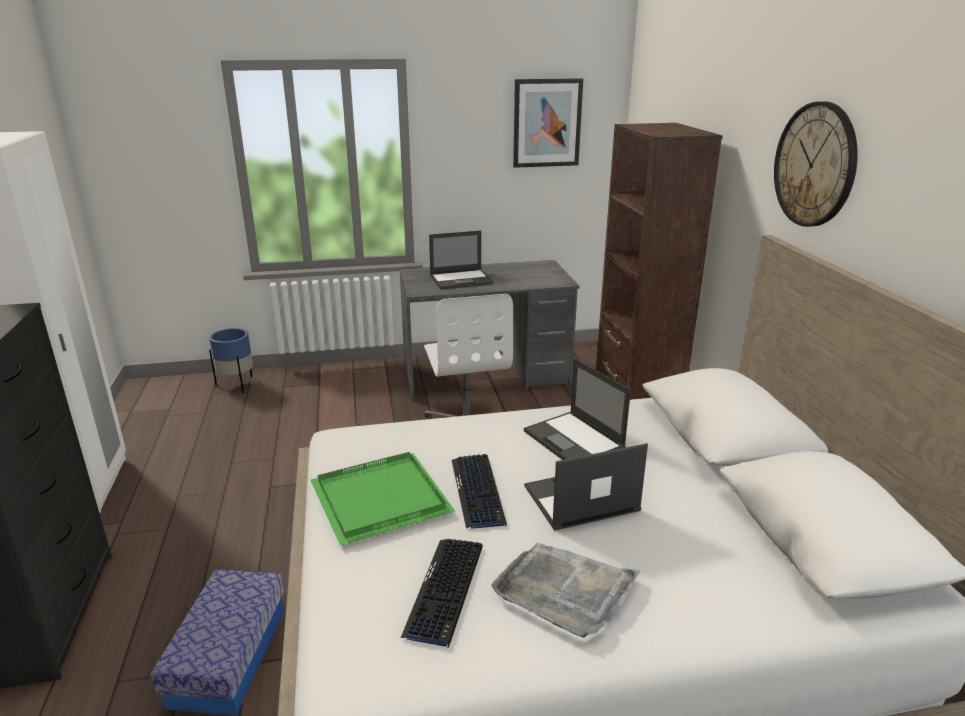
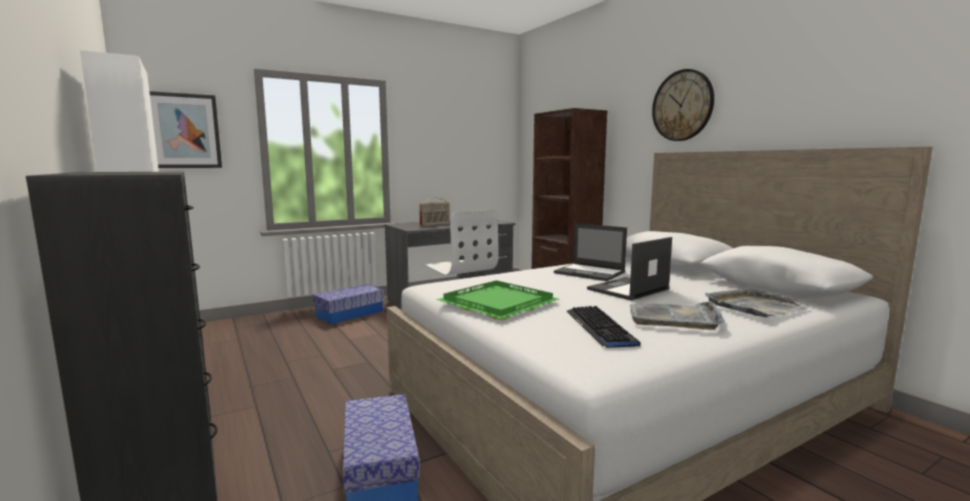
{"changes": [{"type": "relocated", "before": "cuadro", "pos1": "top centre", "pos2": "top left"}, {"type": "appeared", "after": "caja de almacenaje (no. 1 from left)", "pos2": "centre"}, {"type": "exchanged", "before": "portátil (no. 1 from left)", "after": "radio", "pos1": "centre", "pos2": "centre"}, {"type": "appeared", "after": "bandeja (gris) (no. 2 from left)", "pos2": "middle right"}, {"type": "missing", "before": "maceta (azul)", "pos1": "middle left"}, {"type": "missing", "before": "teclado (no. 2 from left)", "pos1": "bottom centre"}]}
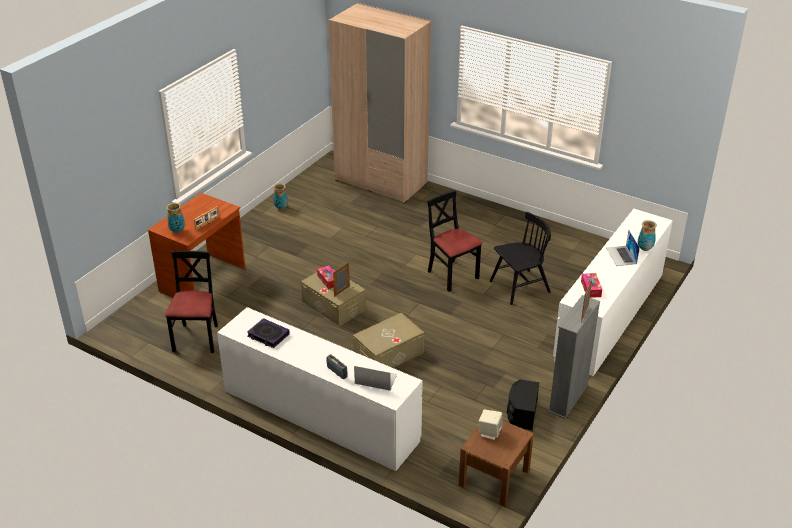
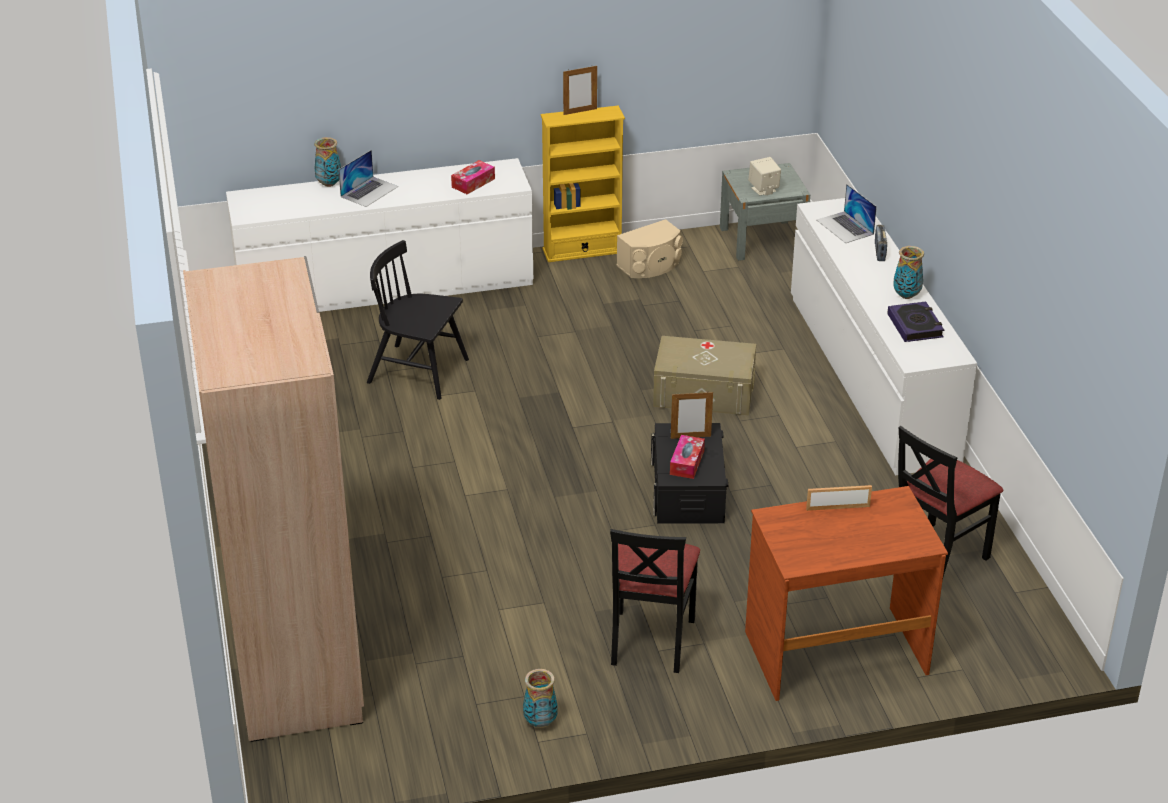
{"changes": [{"type": "colour", "before": "estantería (gris)", "after": "estantería (amarillo)", "pos1": "bottom right", "pos2": "top centre"}, {"type": "relocated", "before": "silla (negro) (no. 2 from left)", "pos1": "centre", "pos2": "bottom centre"}, {"type": "colour", "before": "altavoz (negro)", "after": "altavoz (beis) (no. 1 from left)", "pos1": "bottom centre", "pos2": "top centre"}, {"type": "colour", "before": "caja de almacenaje (beis) (no. 1 from left)", "after": "caja de almacenaje (negro)", "pos1": "centre", "pos2": "centre"}, {"type": "colour", "before": "mesita de noche (marrón)", "after": "mesita de noche (gris)", "pos1": "bottom centre", "pos2": "top centre"}, {"type": "relocated", "before": "florero (no. 1 from left in the first image)", "after": "florero (no. 3 from left)", "pos1": "middle left", "pos2": "middle right"}]}
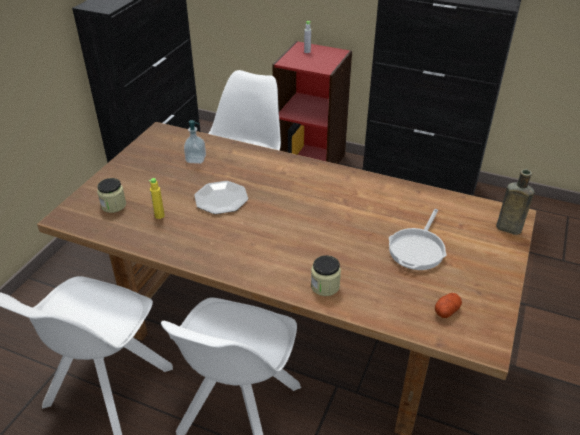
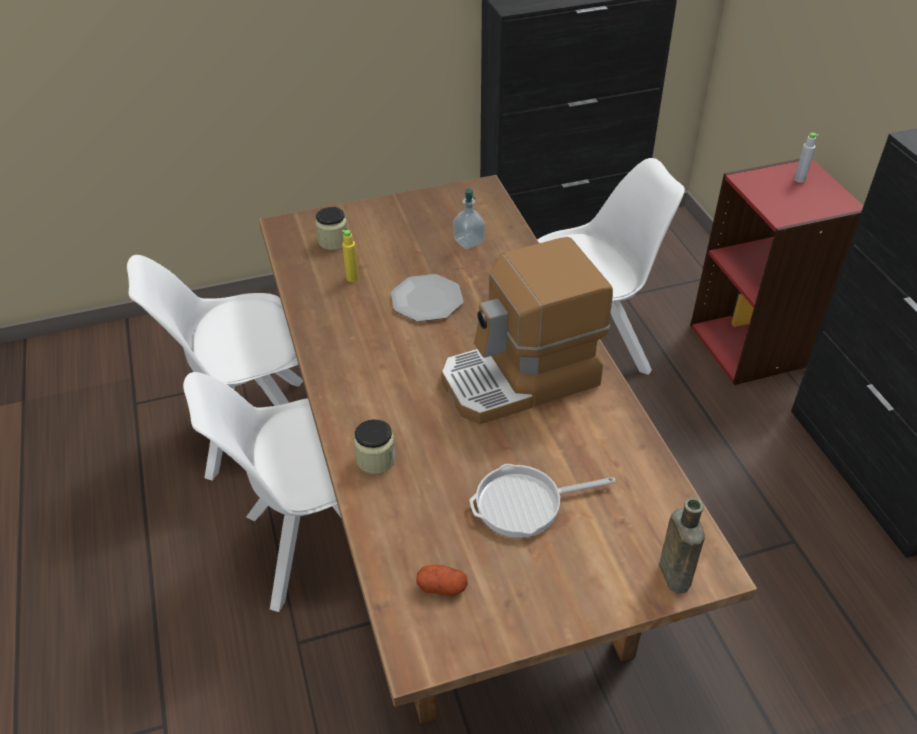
{"changes": [{"type": "appeared", "after": "cafetera", "pos2": "centre"}]}
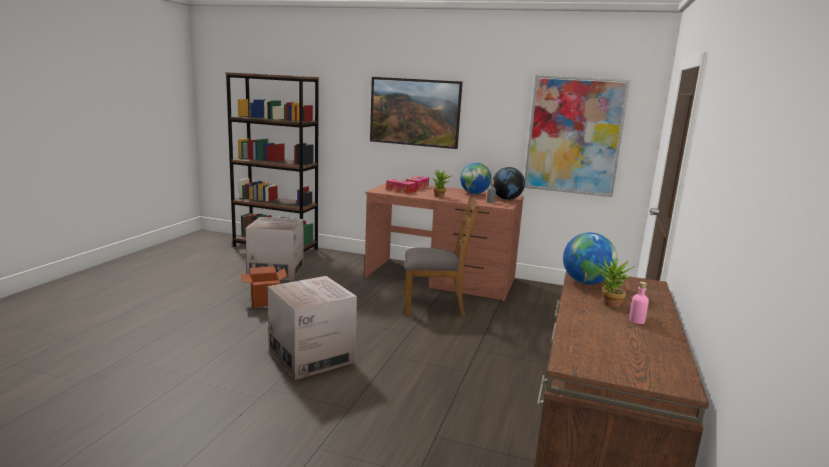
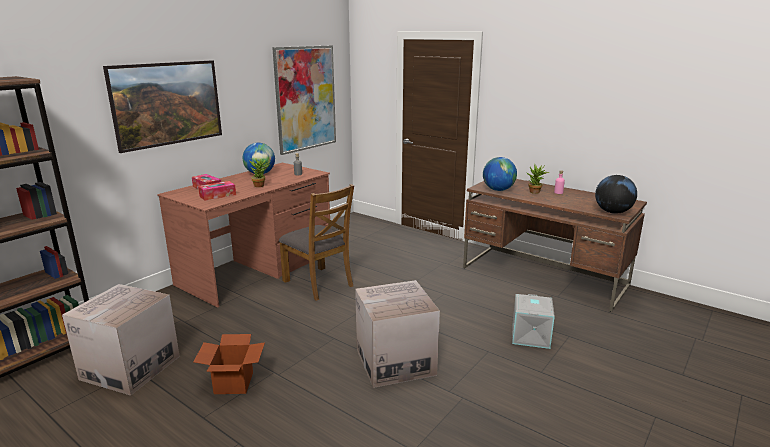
{"changes": [{"type": "spun", "before": "silla (marrón)", "pos1": "centre", "pos2": "centre", "turn": 120}, {"type": "appeared", "after": "caja de almacenaje (gris)", "pos2": "bottom right"}, {"type": "relocated", "before": "globo terráqueo (no. 2 from left in the first image)", "after": "globo terráqueo (no. 3 from left)", "pos1": "centre", "pos2": "middle right"}]}
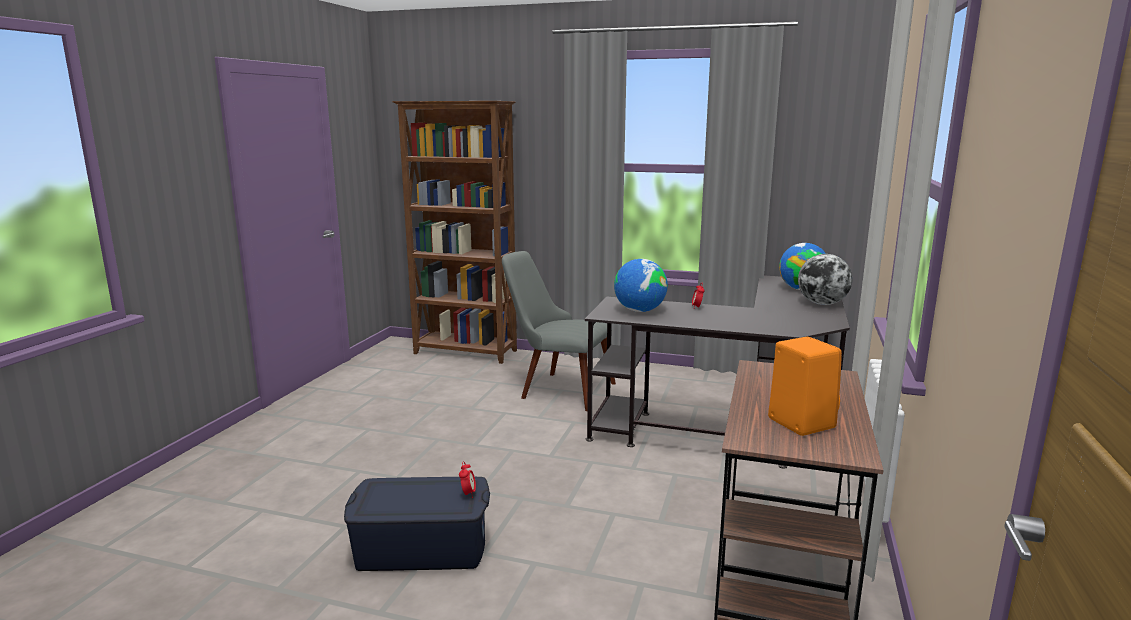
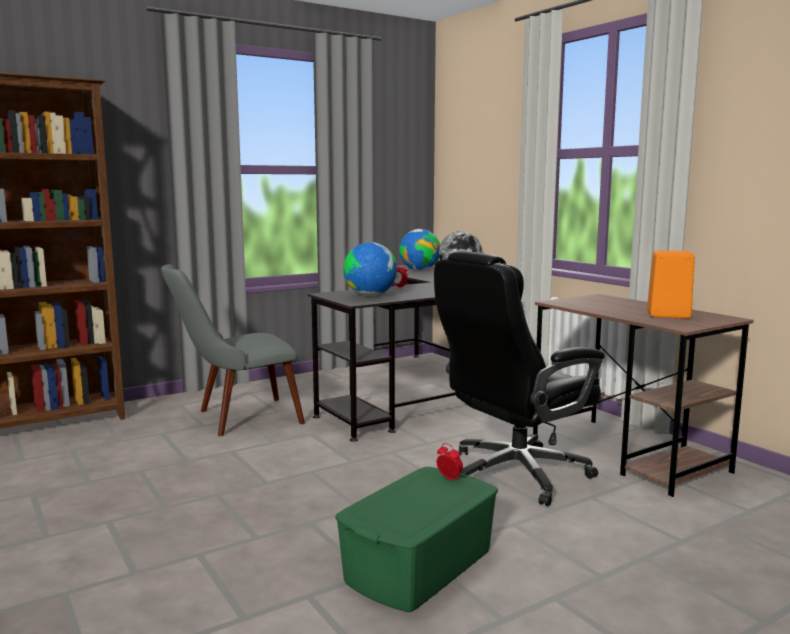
{"changes": [{"type": "colour", "before": "caja de almacenaje (azul)", "after": "caja de almacenaje (verde)", "pos1": "bottom centre", "pos2": "bottom centre"}, {"type": "appeared", "after": "silla de oficina (negro)", "pos2": "centre"}]}
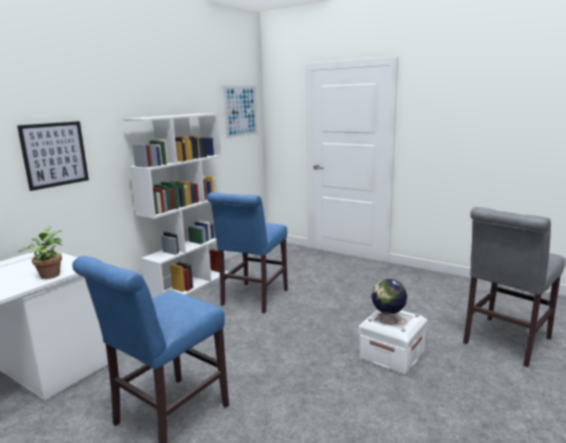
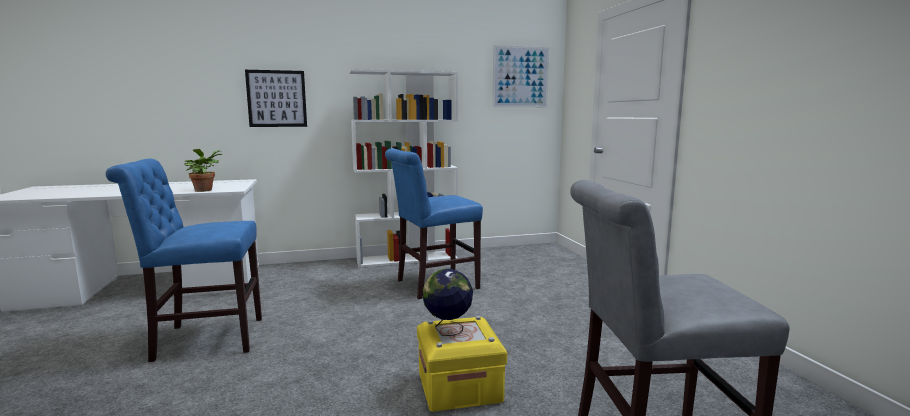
{"changes": [{"type": "colour", "before": "caja de almacenaje (blanco)", "after": "caja de almacenaje (amarillo)", "pos1": "bottom right", "pos2": "bottom centre"}]}
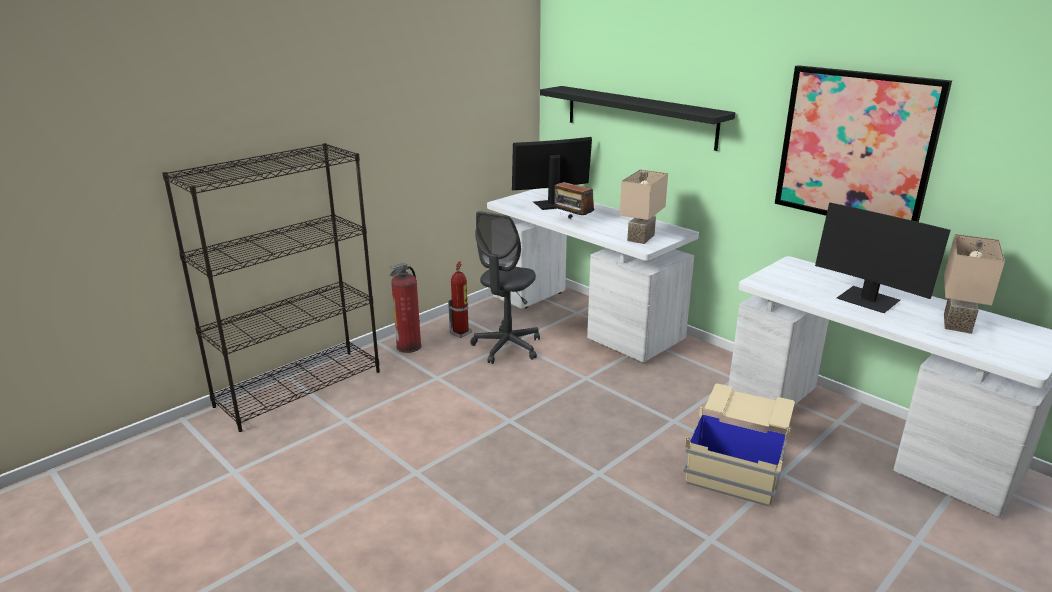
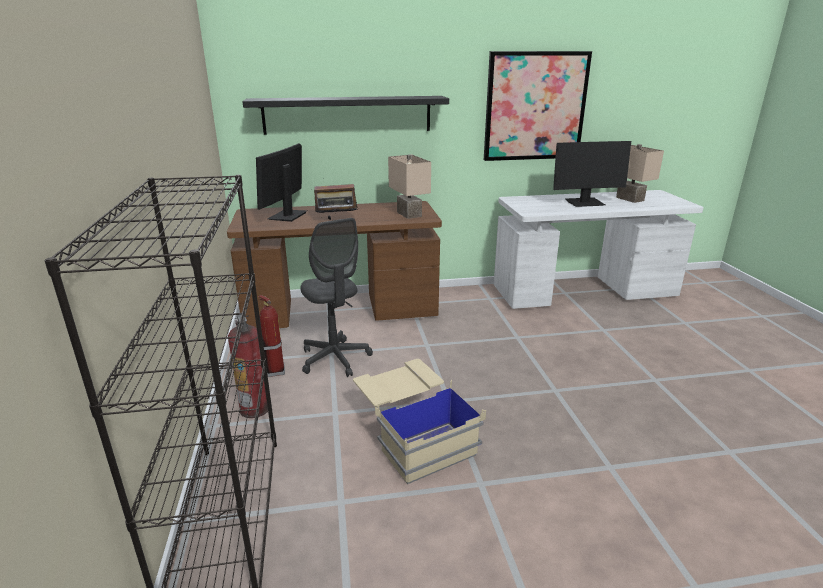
{"changes": [{"type": "colour", "before": "escritorio (blanco) (no. 1 from left)", "after": "escritorio (marrón)", "pos1": "centre", "pos2": "centre"}, {"type": "relocated", "before": "caja de almacenaje (beis)", "pos1": "bottom right", "pos2": "bottom centre"}]}
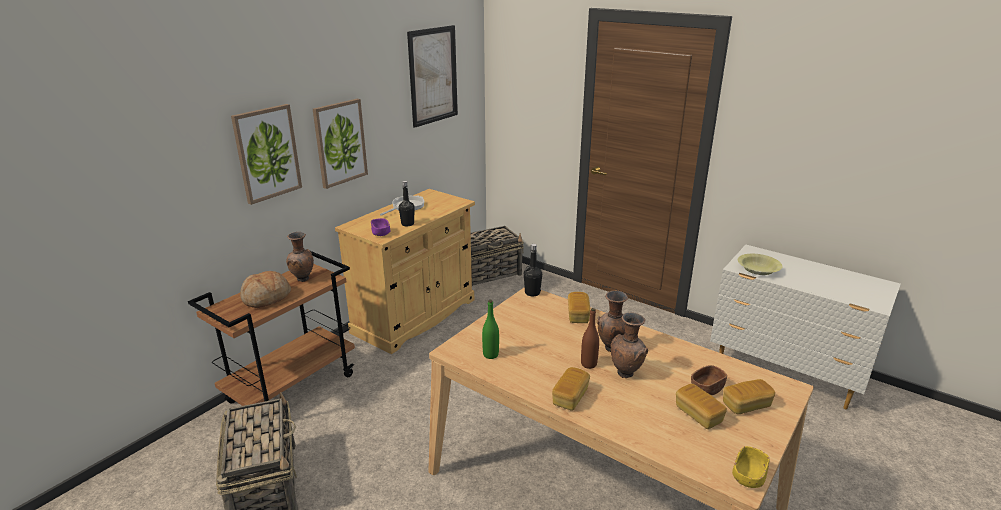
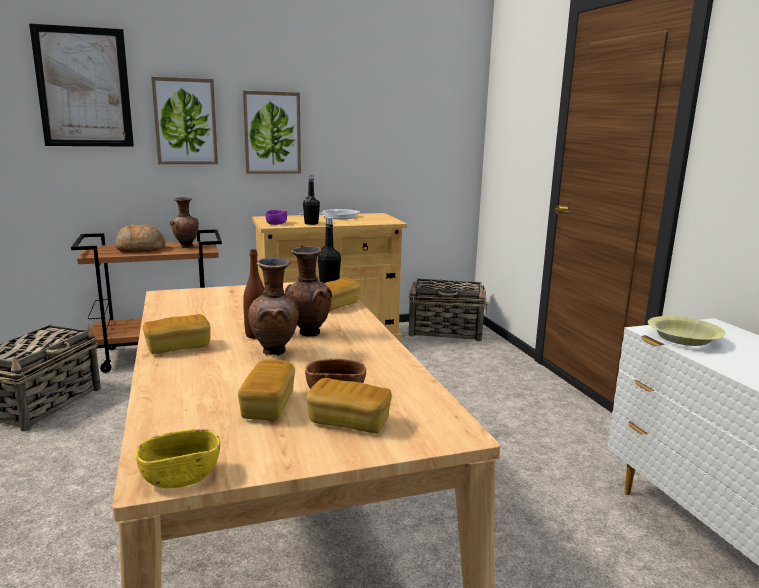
{"changes": [{"type": "relocated", "before": "cuadro (no. 3 from left in the first image)", "after": "cuadro (no. 1 from left)", "pos1": "top centre", "pos2": "top left"}, {"type": "missing", "before": "botella (verde)", "pos1": "centre"}]}
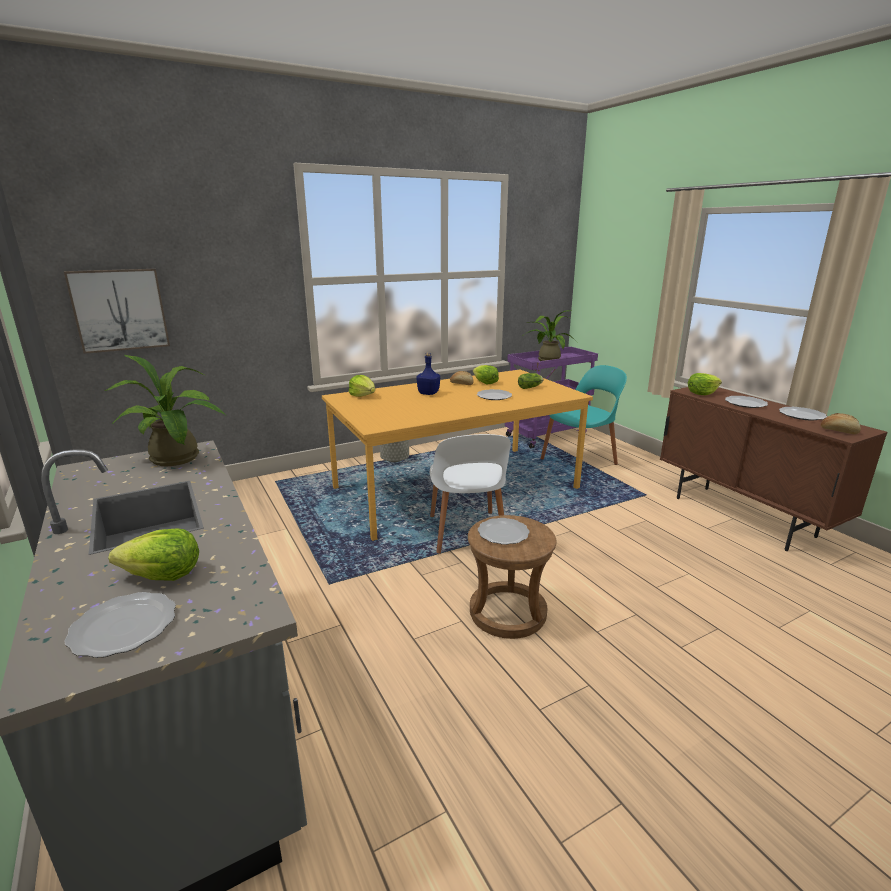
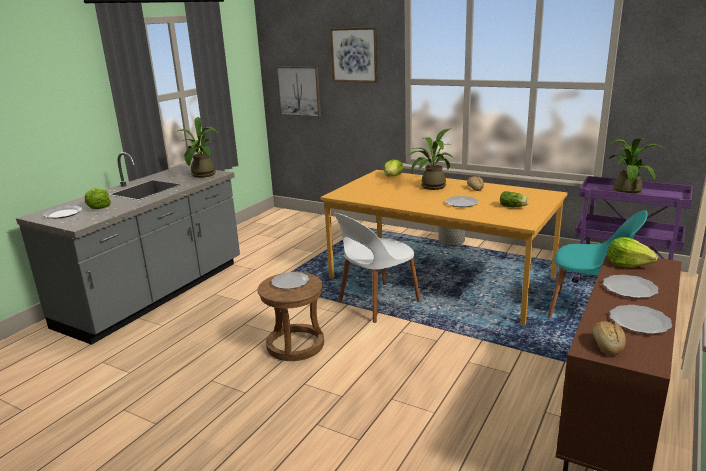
{"changes": [{"type": "appeared", "after": "cuadro (no. 2 from left)", "pos2": "top centre"}, {"type": "exchanged", "before": "botella (azul)", "after": "planta en maceta (no. 2 from left)", "pos1": "centre", "pos2": "centre"}, {"type": "missing", "before": "lechuga (no. 3 from left)", "pos1": "centre"}]}
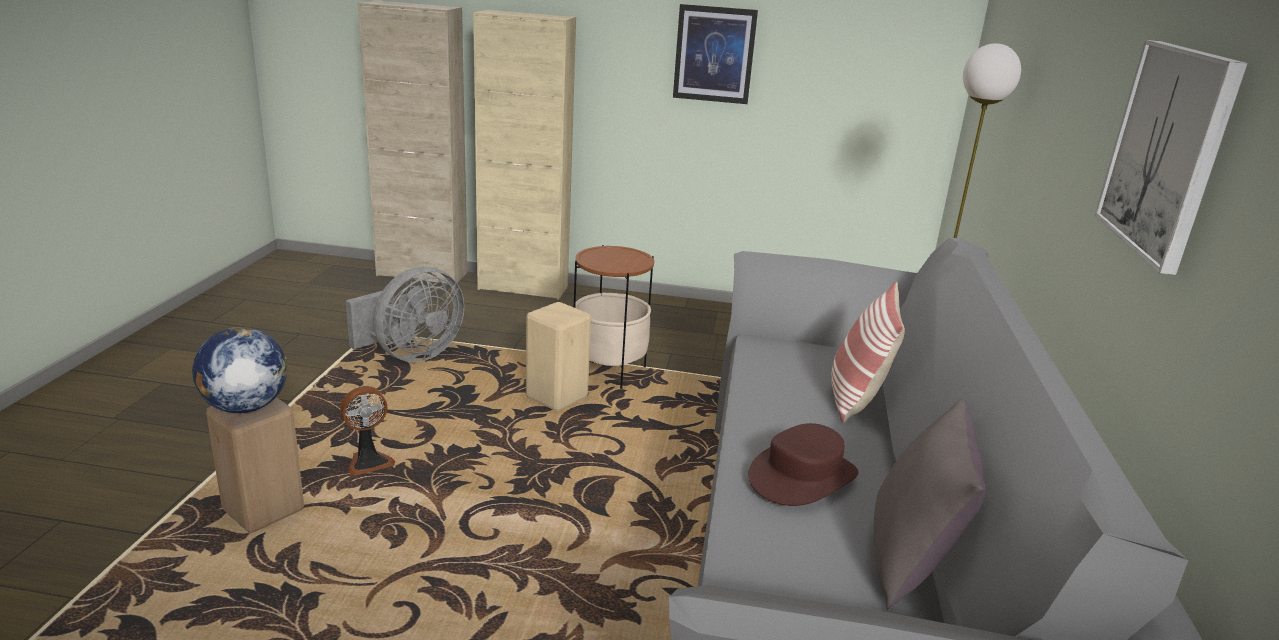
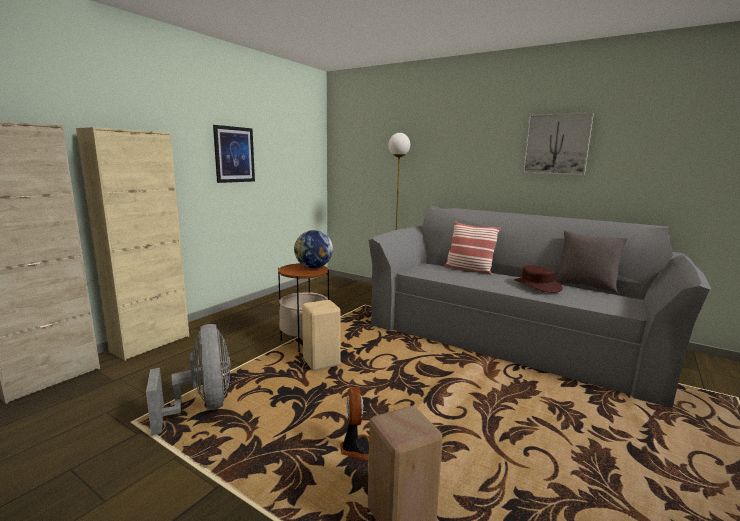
{"changes": [{"type": "relocated", "before": "globo terráqueo", "pos1": "middle left", "pos2": "centre"}]}
